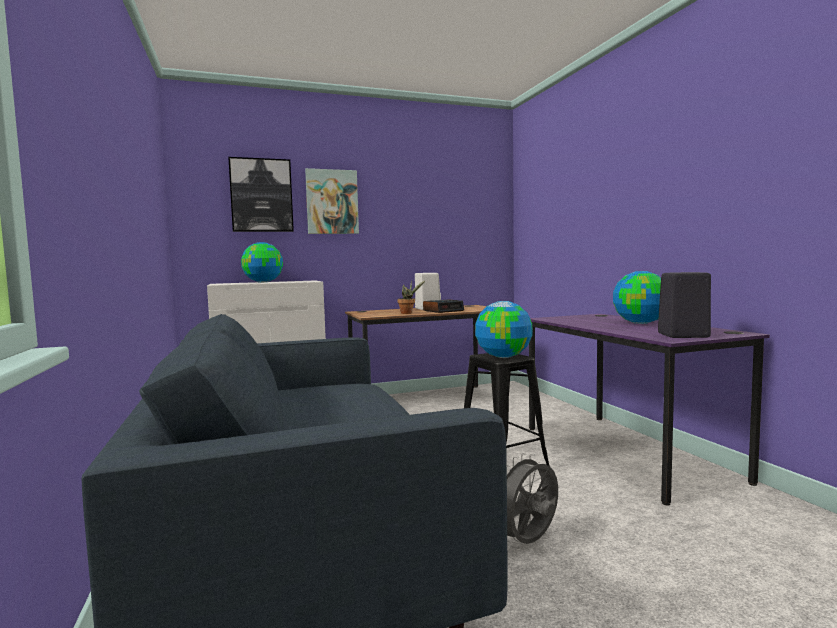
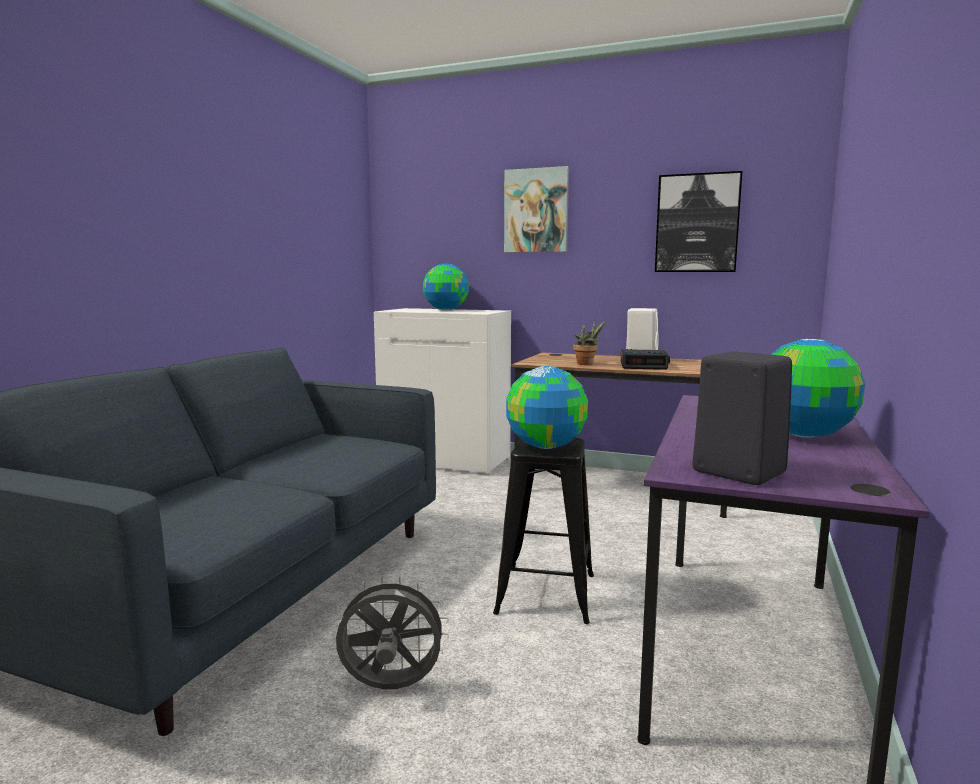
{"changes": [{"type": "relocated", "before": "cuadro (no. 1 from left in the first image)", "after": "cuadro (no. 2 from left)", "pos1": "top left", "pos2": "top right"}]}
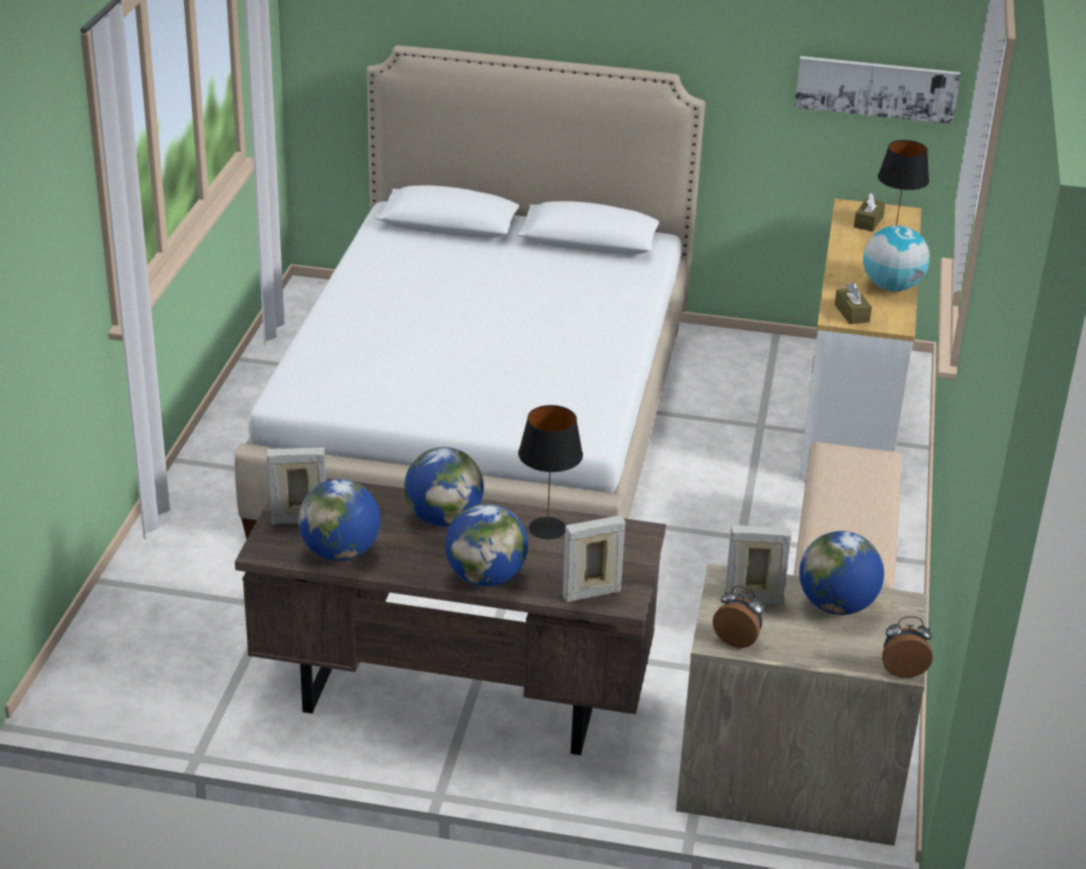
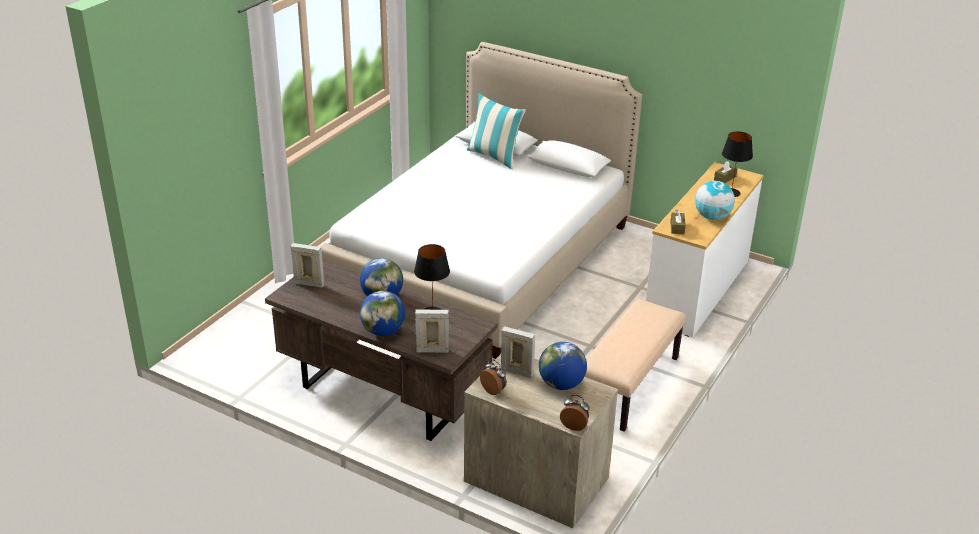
{"changes": [{"type": "appeared", "after": "cojín", "pos2": "top centre"}, {"type": "missing", "before": "globo terráqueo (no. 1 from left)", "pos1": "middle left"}, {"type": "missing", "before": "cuadro", "pos1": "top right"}]}
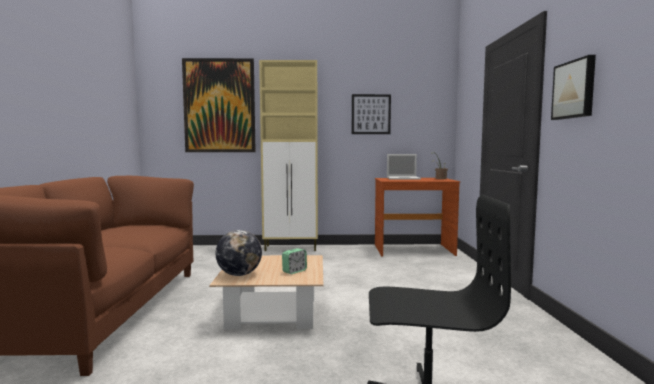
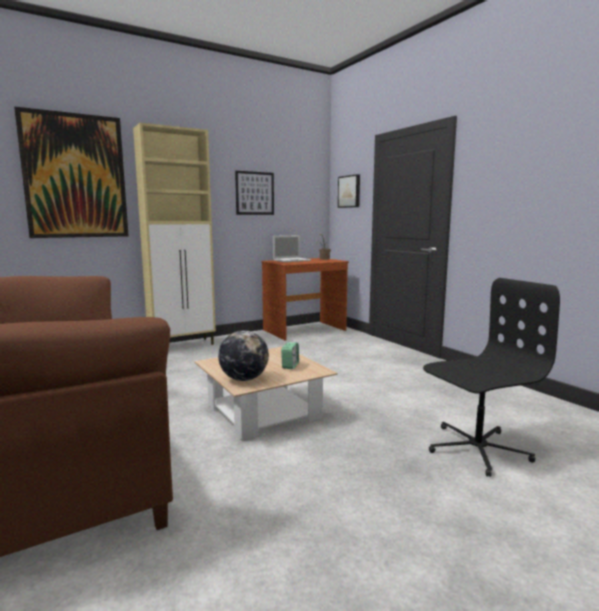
{"changes": [{"type": "relocated", "before": "cuadro (no. 3 from left)", "pos1": "top right", "pos2": "top centre"}]}
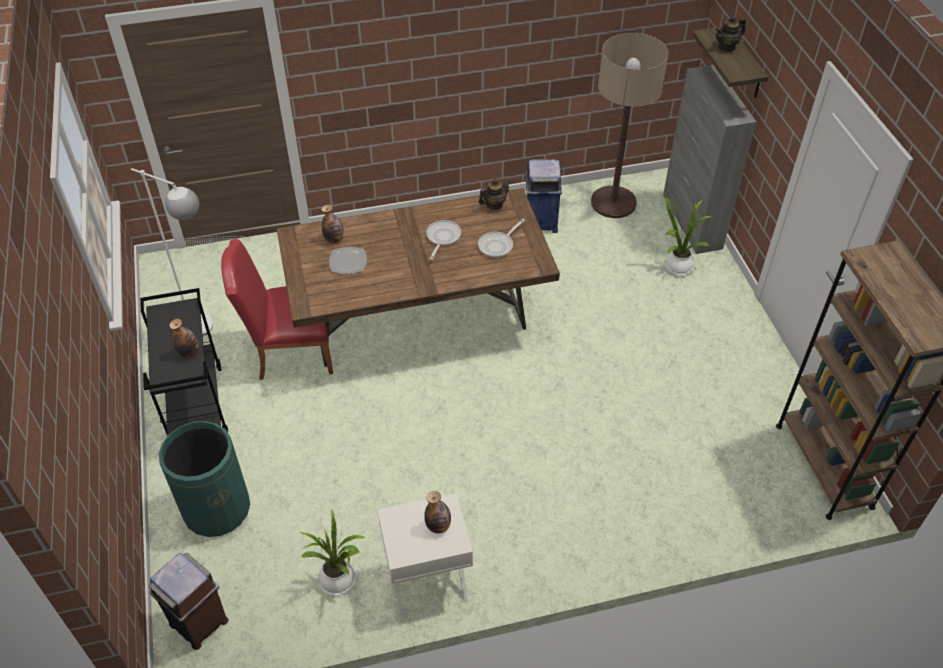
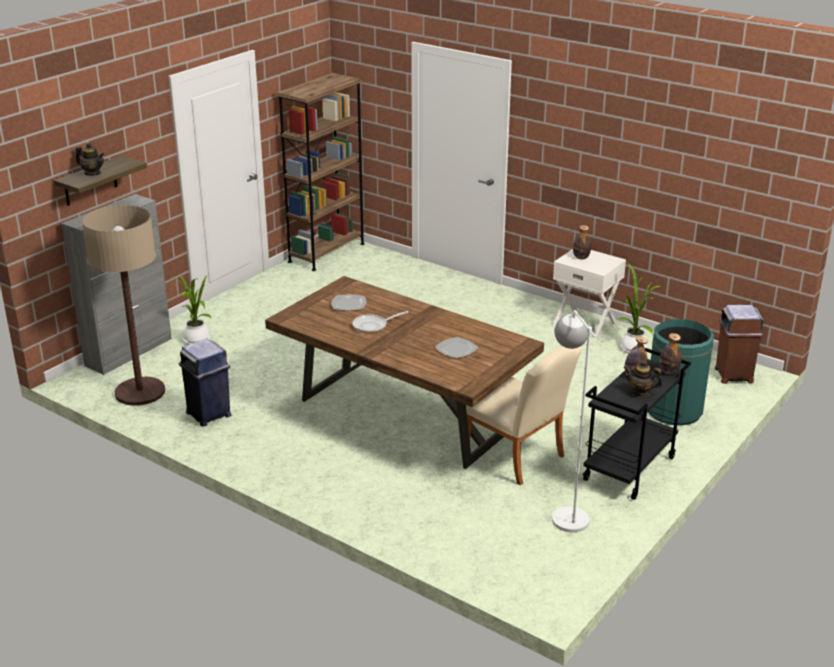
{"changes": [{"type": "exchanged", "before": "sartén (no. 2 from left)", "after": "plato (no. 1 from left)", "pos1": "centre", "pos2": "centre"}, {"type": "colour", "before": "silla (rojo)", "after": "silla (beis)", "pos1": "middle left", "pos2": "centre"}, {"type": "relocated", "before": "tetera (no. 1 from left in the first image)", "after": "tetera (no. 2 from left)", "pos1": "top centre", "pos2": "middle right"}, {"type": "relocated", "before": "botella (no. 2 from left in the first image)", "after": "botella (no. 3 from left)", "pos1": "centre", "pos2": "middle right"}]}
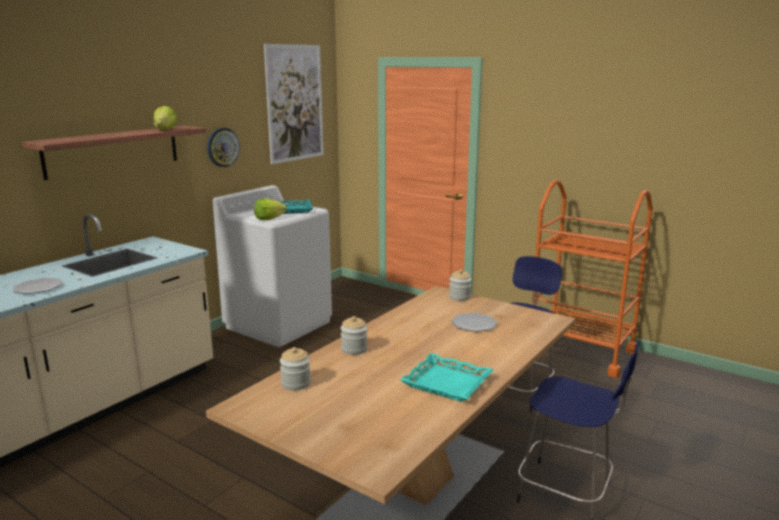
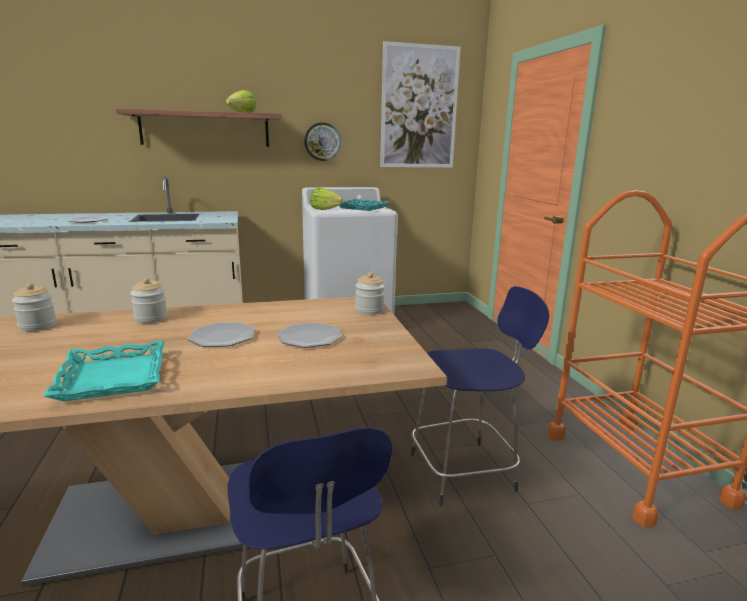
{"changes": [{"type": "appeared", "after": "plato (no. 2 from left)", "pos2": "middle left"}]}
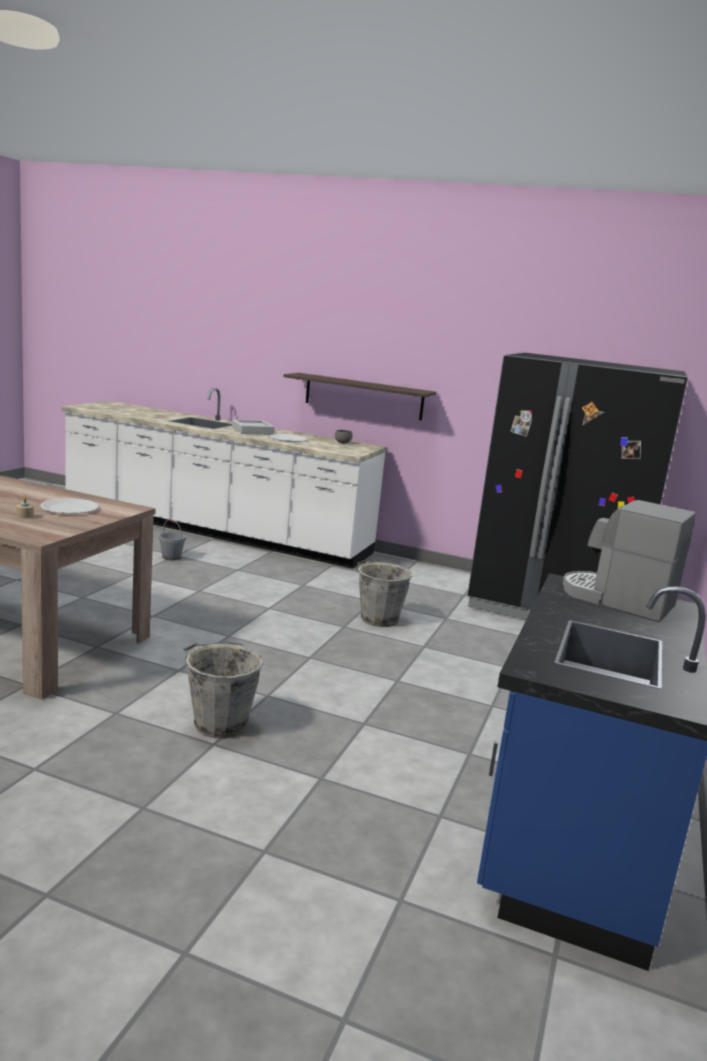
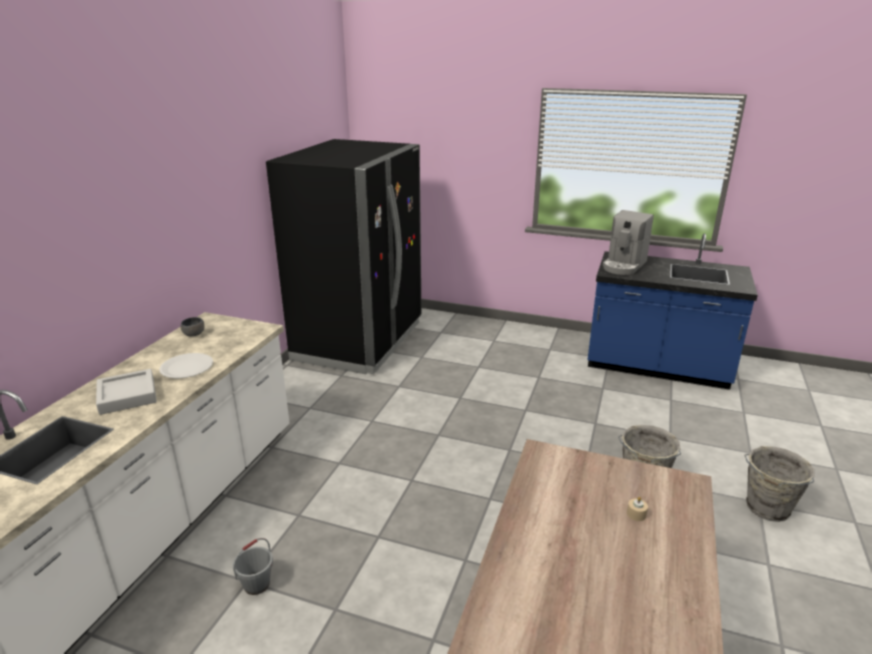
{"changes": [{"type": "relocated", "before": "cubo (gris) (no. 3 from left)", "pos1": "centre", "pos2": "bottom right"}, {"type": "missing", "before": "plato (blanco) (no. 1 from left)", "pos1": "middle left"}, {"type": "missing", "before": "estante", "pos1": "centre"}]}
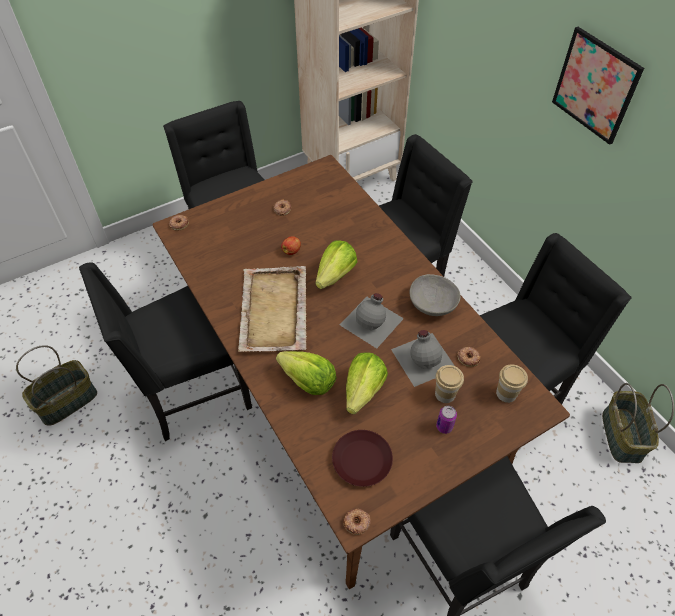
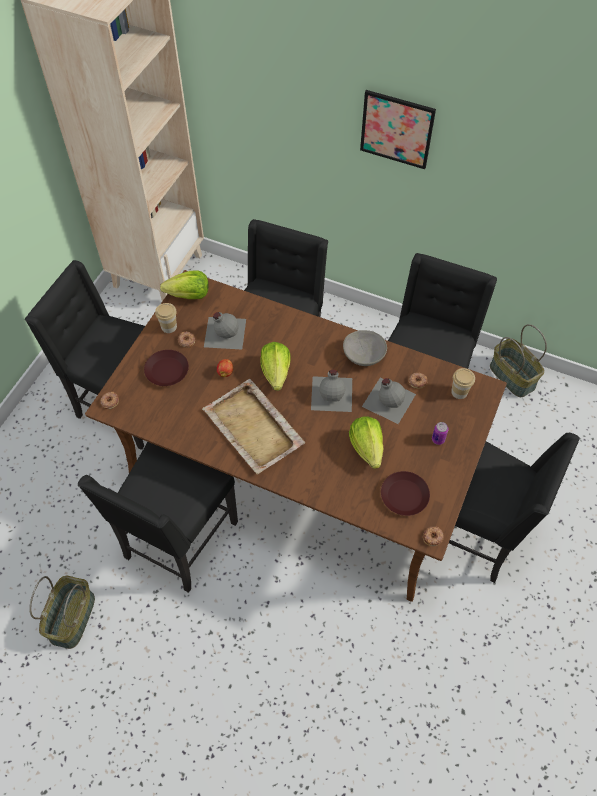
{"changes": [{"type": "appeared", "after": "plato (marrón) (no. 1 from left)", "pos2": "middle left"}, {"type": "relocated", "before": "taza (no. 1 from left)", "pos1": "centre", "pos2": "middle left"}, {"type": "relocated", "before": "lechuga (no. 1 from left)", "pos1": "centre", "pos2": "middle left"}, {"type": "appeared", "after": "botella (gris) (no. 1 from left)", "pos2": "centre"}]}
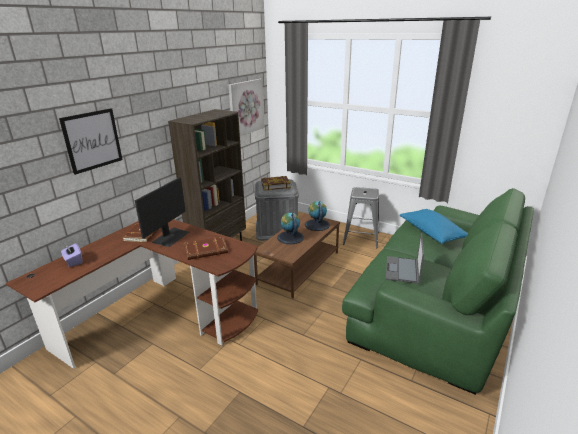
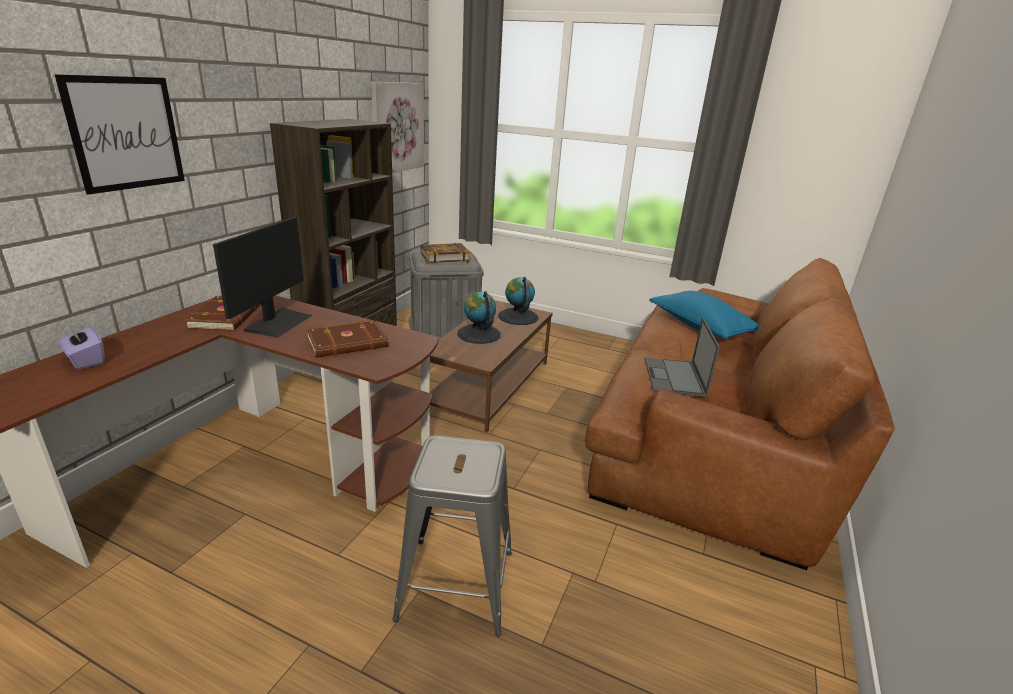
{"changes": [{"type": "relocated", "before": "taburete (gris)", "pos1": "centre", "pos2": "bottom centre"}, {"type": "colour", "before": "sofá (verde)", "after": "sofá (marrón)", "pos1": "bottom right", "pos2": "middle right"}]}
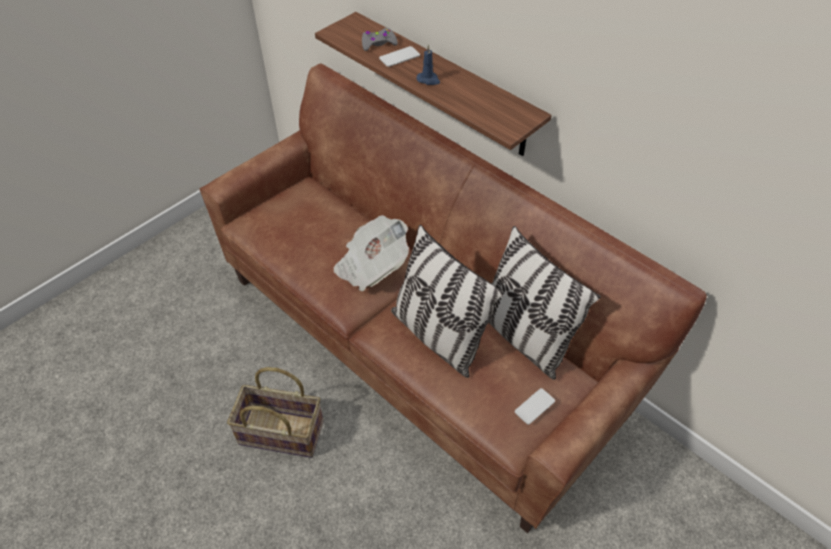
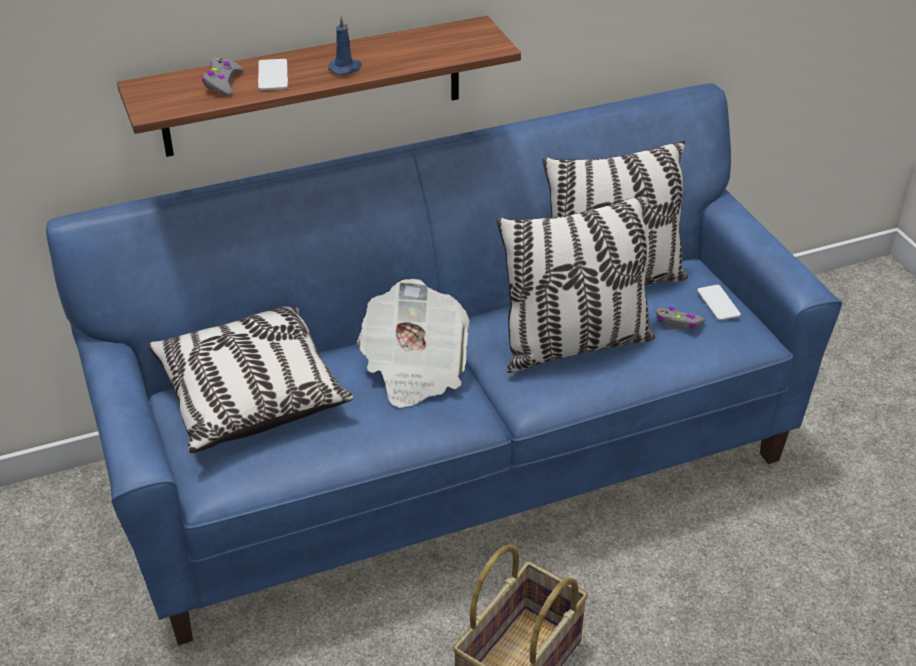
{"changes": [{"type": "colour", "before": "sofá (marrón)", "after": "sofá (azul)", "pos1": "centre", "pos2": "centre"}, {"type": "appeared", "after": "cojín (no. 1 from left)", "pos2": "middle left"}, {"type": "appeared", "after": "mando de consola (gris) (no. 2 from left)", "pos2": "middle right"}]}
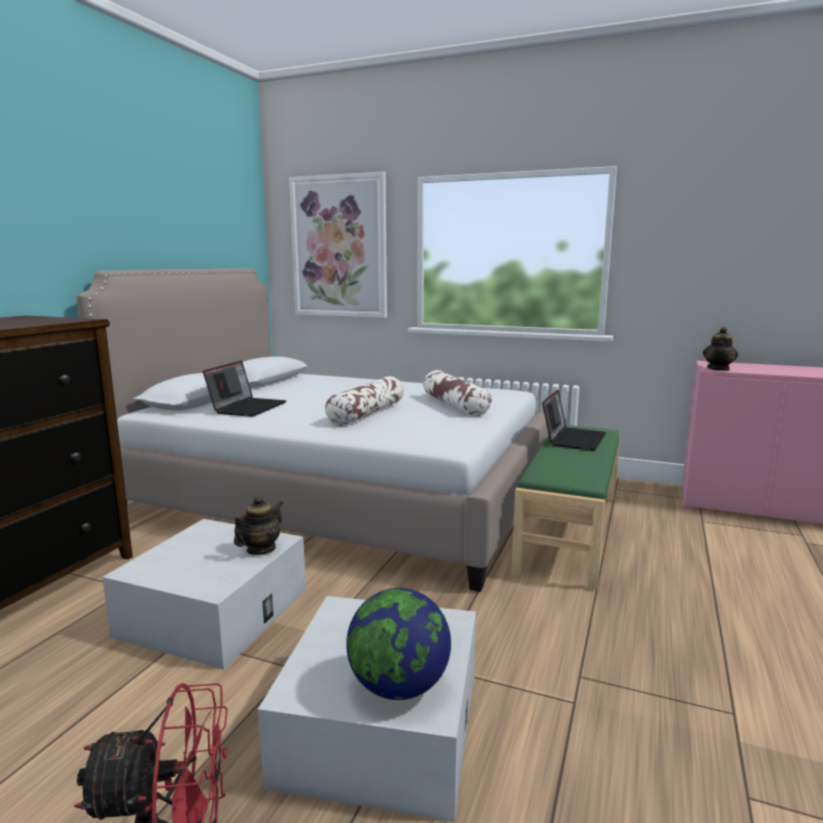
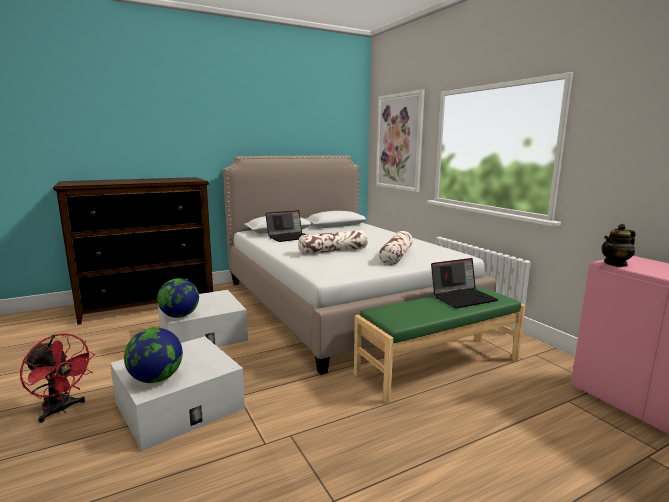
{"changes": [{"type": "appeared", "after": "globo terráqueo (no. 2 from left)", "pos2": "middle left"}, {"type": "missing", "before": "tetera (no. 1 from left)", "pos1": "middle left"}]}
